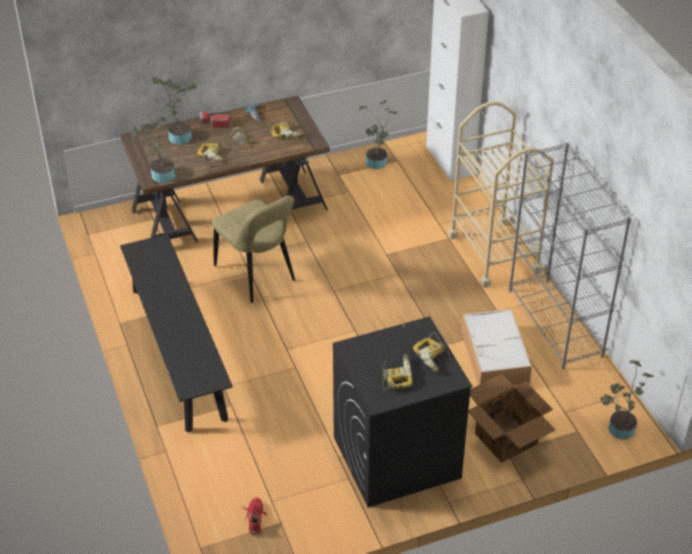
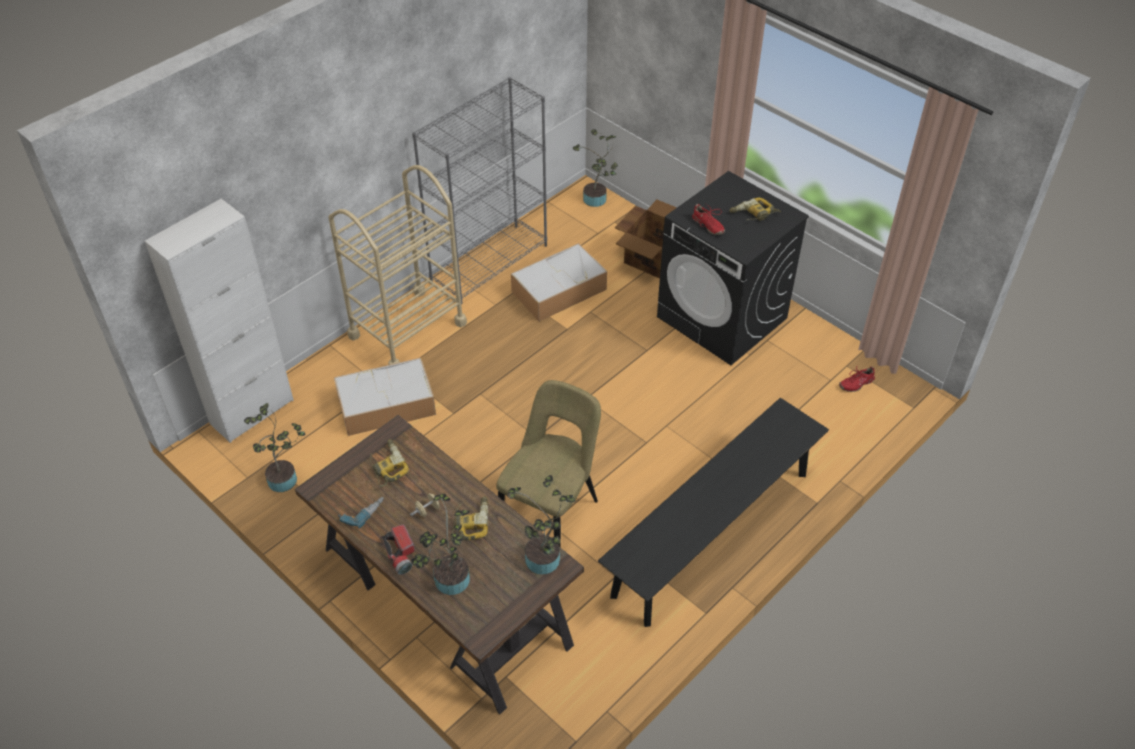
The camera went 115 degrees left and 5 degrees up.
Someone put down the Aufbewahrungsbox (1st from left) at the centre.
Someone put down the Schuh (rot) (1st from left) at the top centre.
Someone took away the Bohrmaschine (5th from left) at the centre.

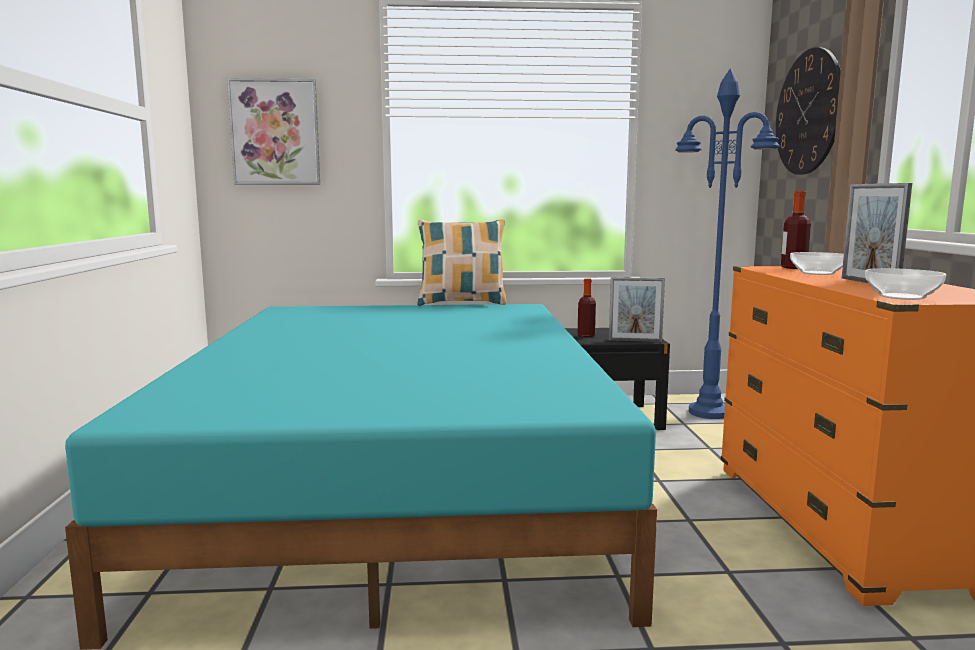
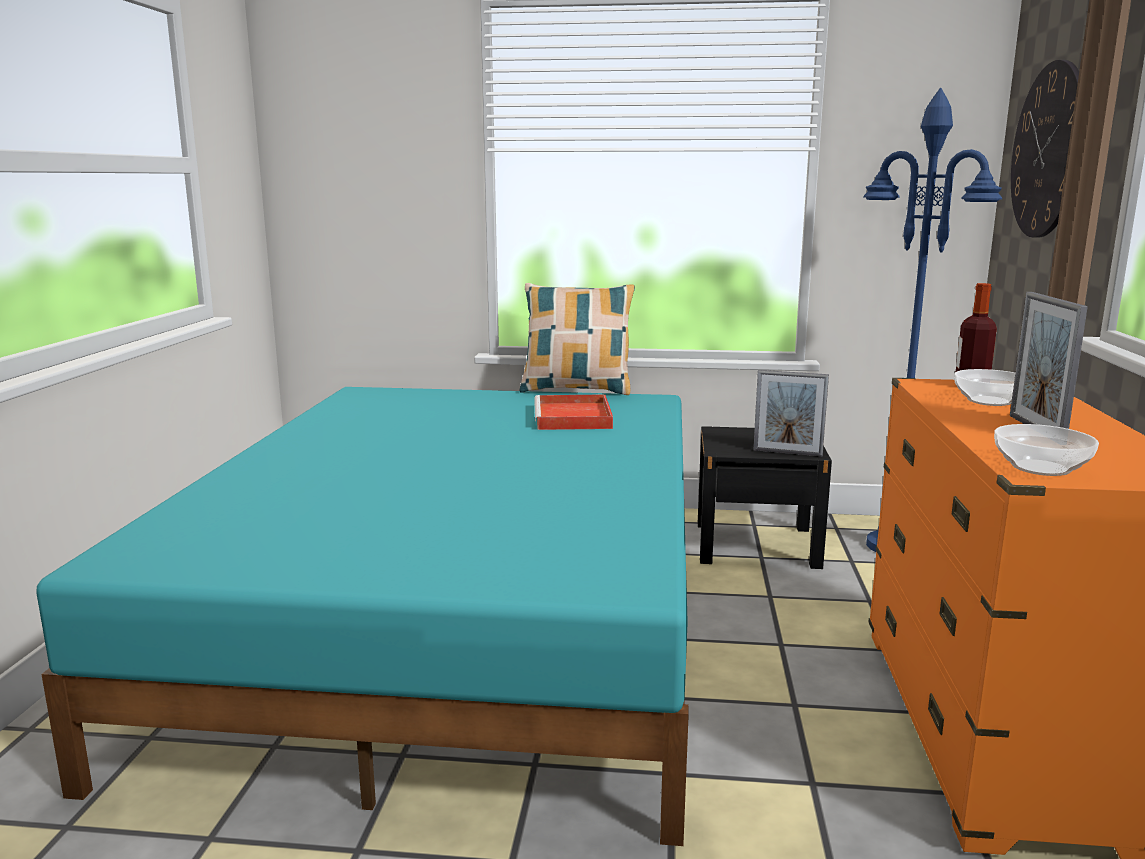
The camera went 10 degrees right and 5 degrees up.
Someone put down the Tablett (rot) at the centre.
Someone took away the Bild at the top left.
Someone took away the Flasche (1st from left) at the centre.

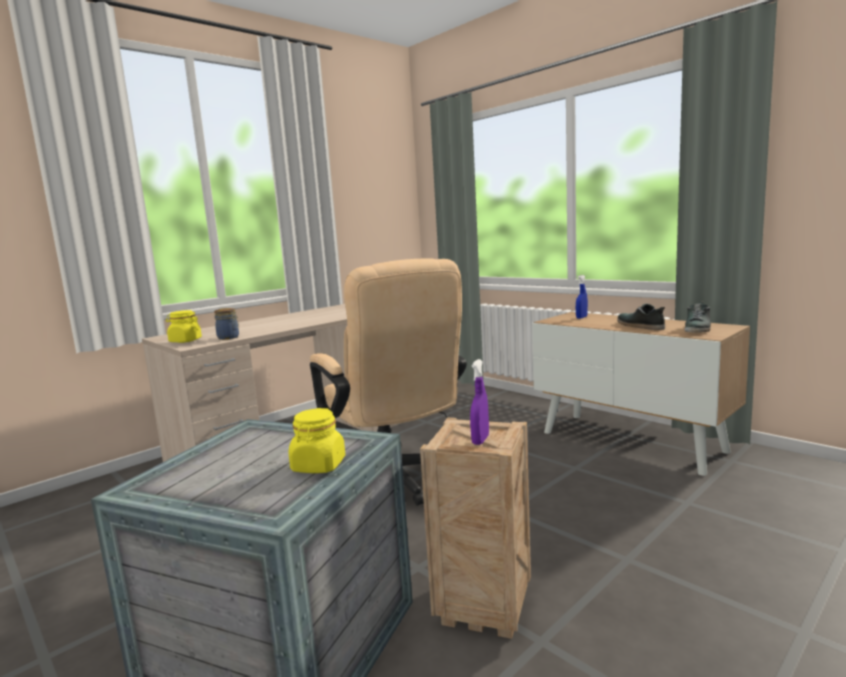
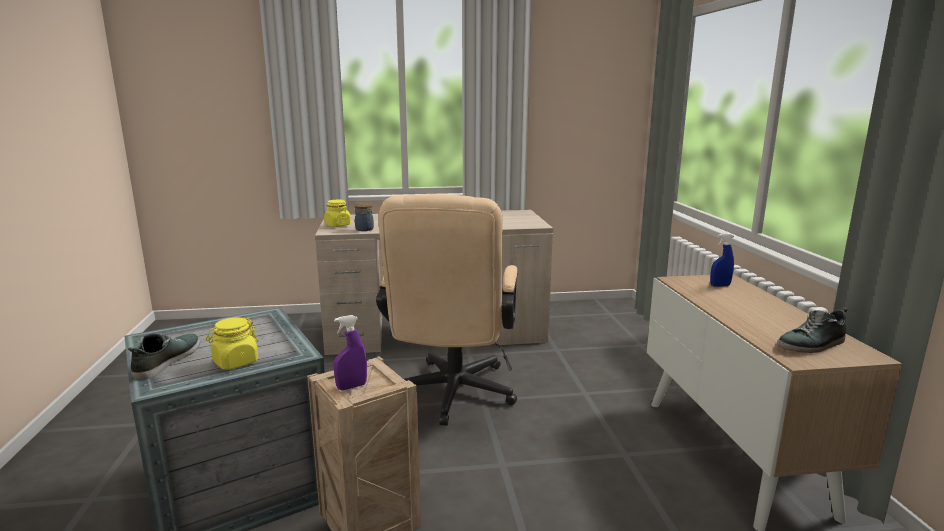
The camera went 35 degrees right and 5 degrees up.
Someone carried the Schuh (1st from left) from the middle right to the bottom left.

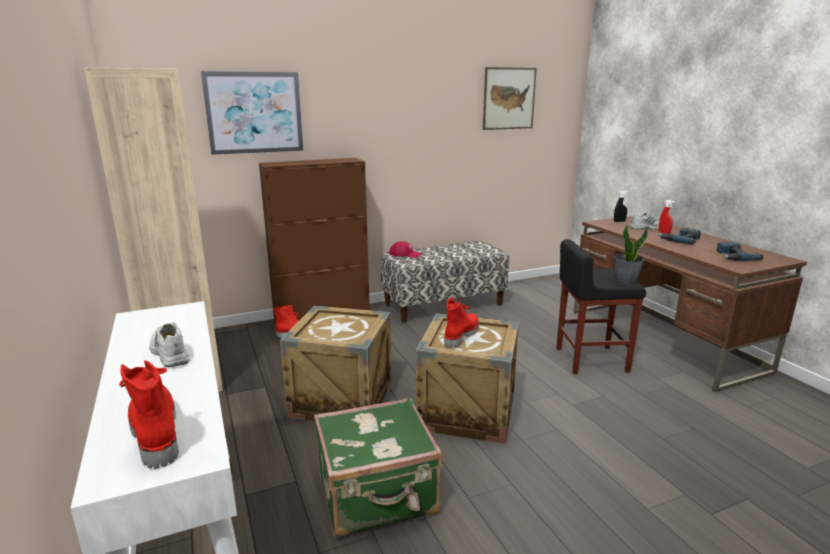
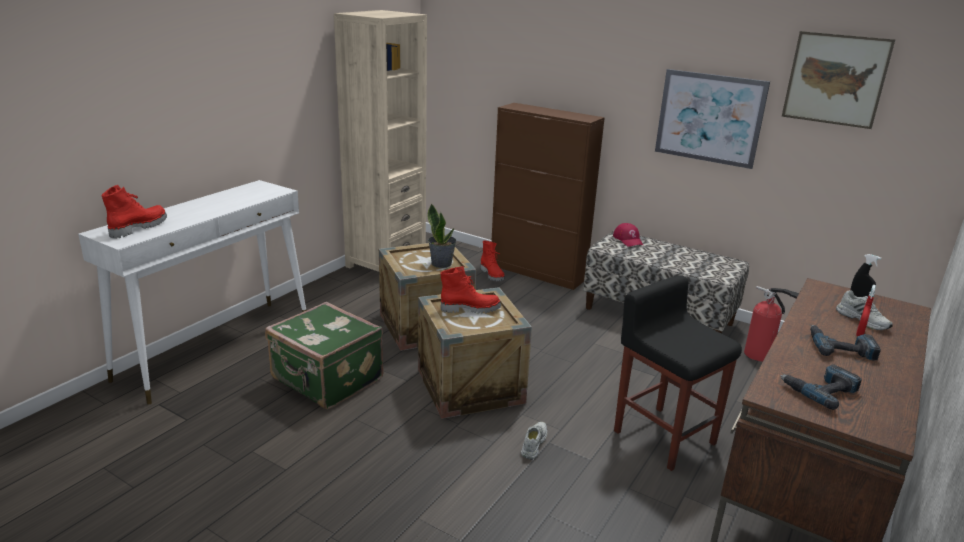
The camera went 55 degrees right and 5 degrees up.
Someone carried the Topfpflanze from the middle right to the centre.
Someone carried the Schuh (weiß) (1st from left) from the middle left to the bottom centre.
Someone carried the Bild (1st from left) from the top left to the top right.
Someone put down the Feuerlöscher at the middle right.

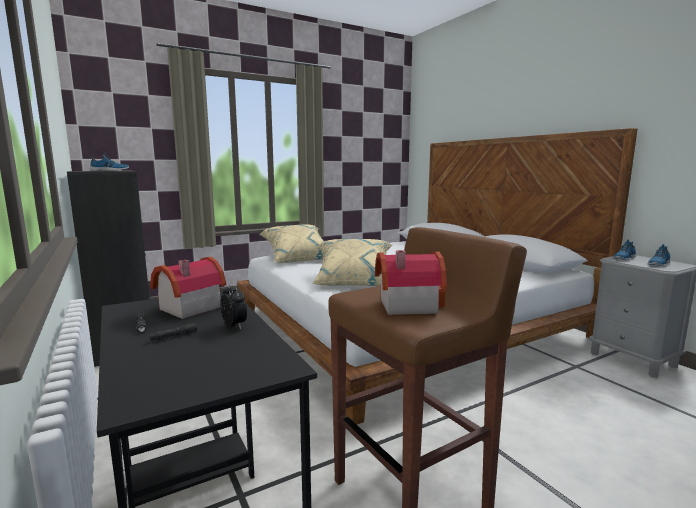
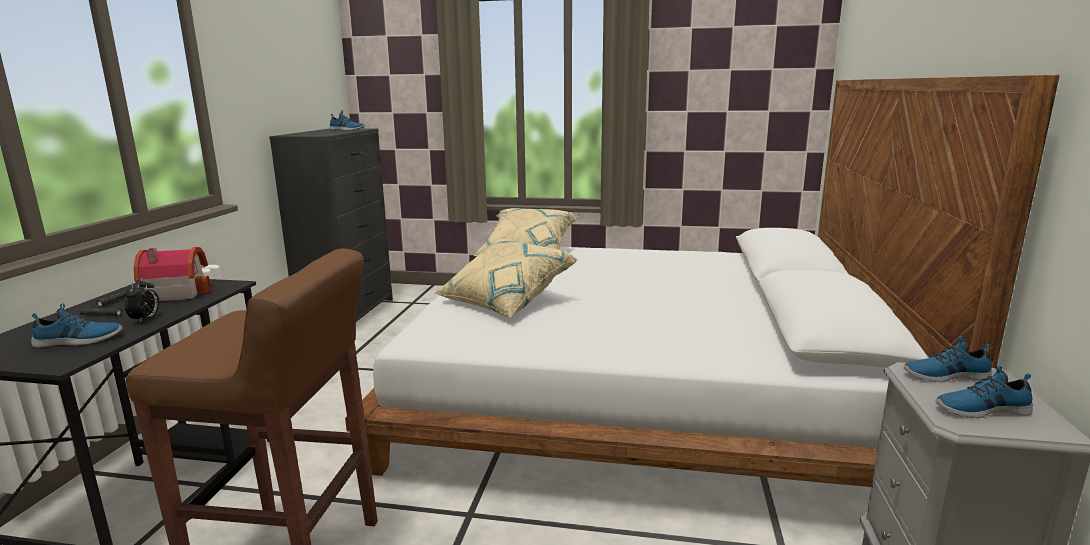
The camera went 40 degrees right and 5 degrees up.
Someone put down the Schuh (1st from left) at the middle left.
Someone took away the Spielzeughaus (2nd from left) at the centre.

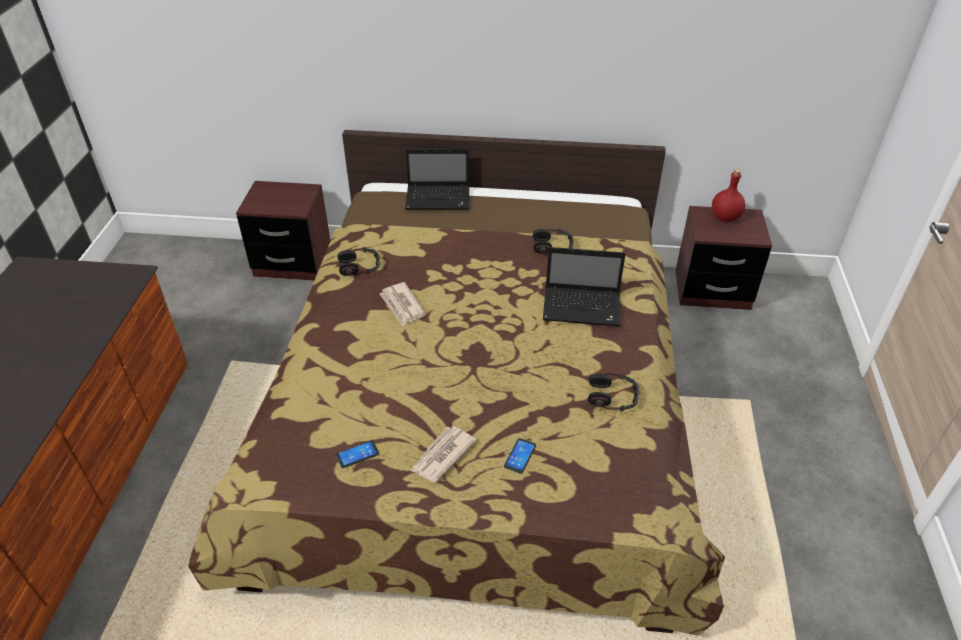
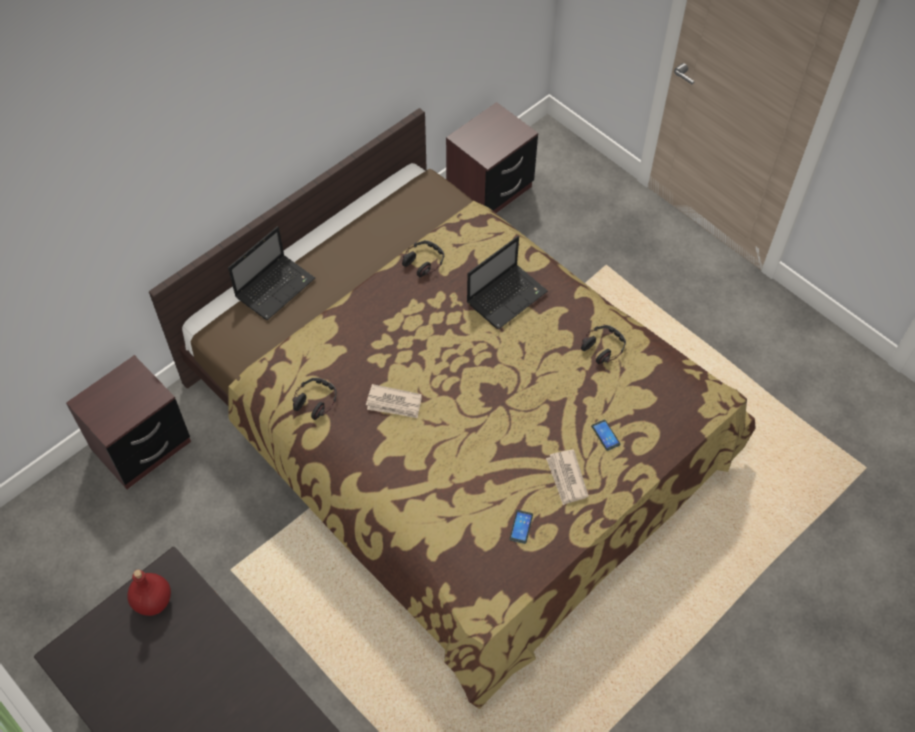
The camera went 50 degrees left and 15 degrees up.
Someone carried the Flasche (rot) from the top right to the bottom left.

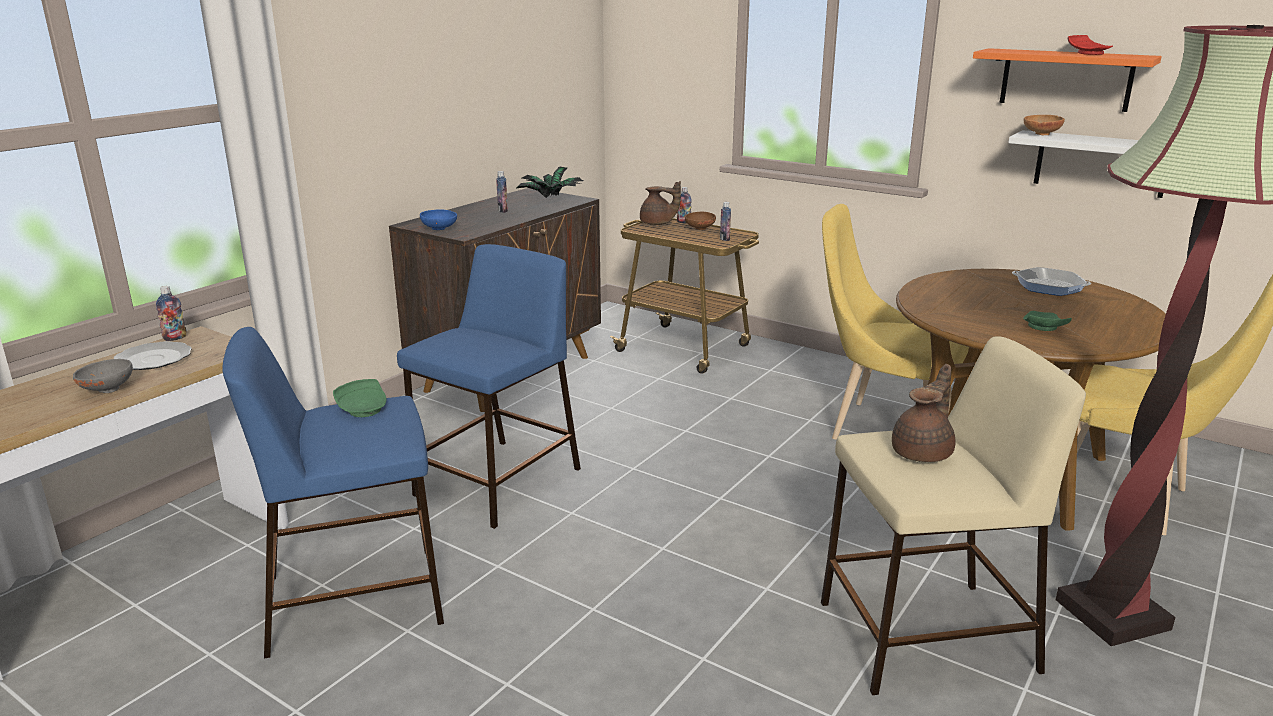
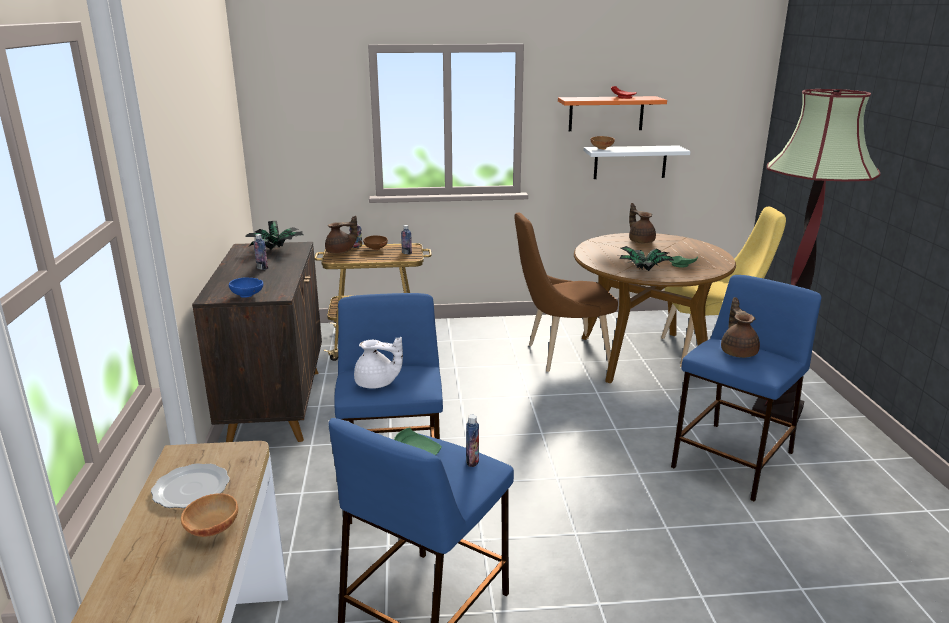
The camera went 40 degrees left and 0 degrees up.
Someone repainted the Schüssel (grau) at the middle left, which became the Schüssel (braun) (1st from left) at the bottom left.
Someone put down the Teekanne (weiß) at the centre.
Someone carried the Flasche (1st from left in the first image) from the middle left to the bottom centre.
Someone repainted the Stuhl (gelb) (1st from left) at the middle right, which became the Stuhl (braun) at the centre.
Someone put down the Topfpflanze (2nd from left) at the middle right.
Someone swapped the Pfanne at the middle right for the Teekanne (braun) (2nd from left) at the middle right.
Someone repainted the Hocker (beige) at the bottom right, which became the Hocker (blau) (3rd from left) at the middle right.

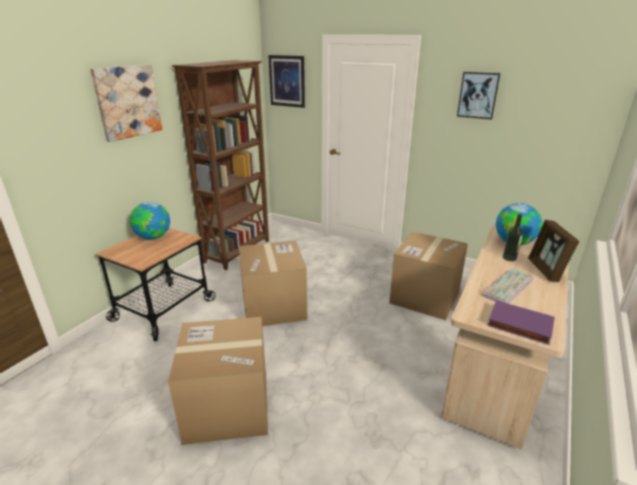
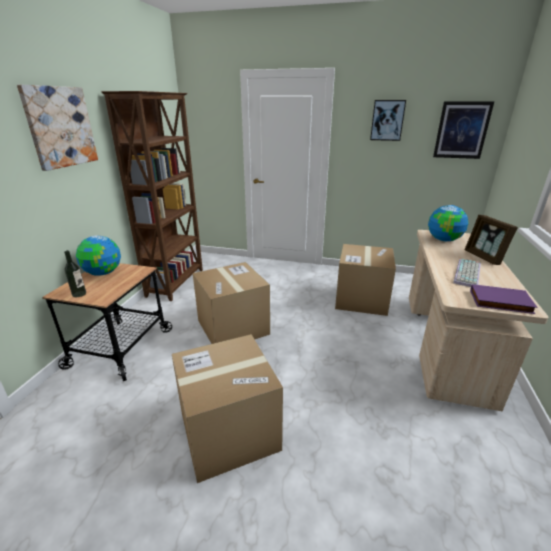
The camera went 15 degrees left and 0 degrees up.
Someone carried the Flasche from the middle right to the middle left.
Someone carried the Bild (2nd from left in the first image) from the top centre to the top right.

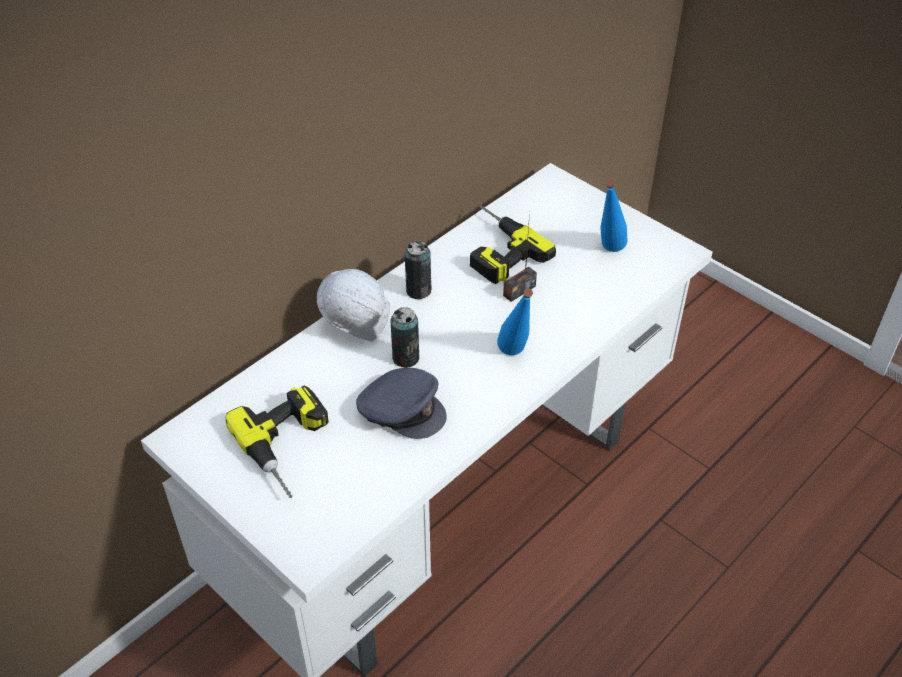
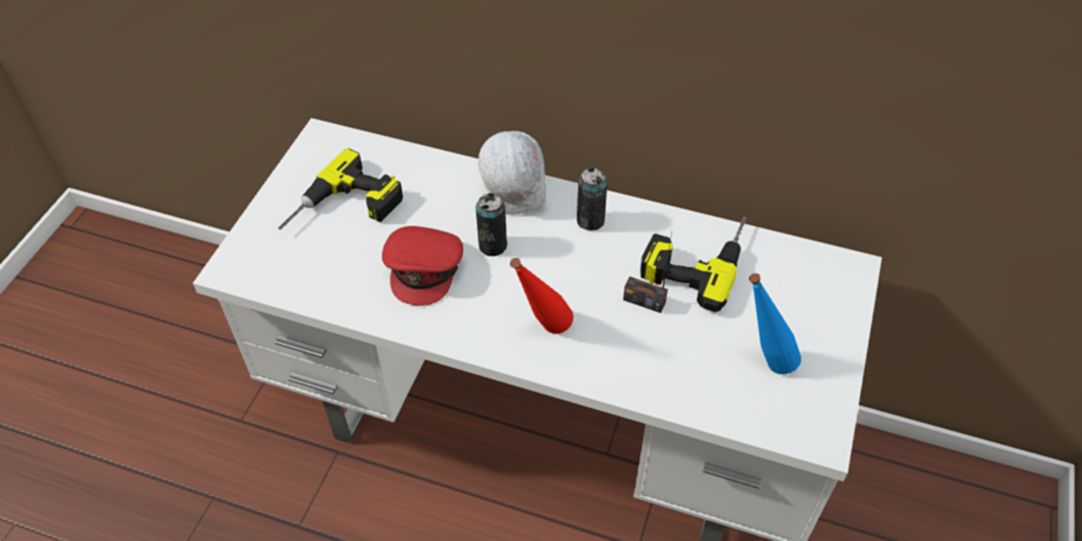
The camera went 65 degrees right and 5 degrees up.
Someone repainted the Kappe (grau) at the centre, which became the Kappe (rot) at the centre.
Someone repainted the Flasche (blau) (1st from left) at the centre, which became the Flasche (rot) at the centre.

